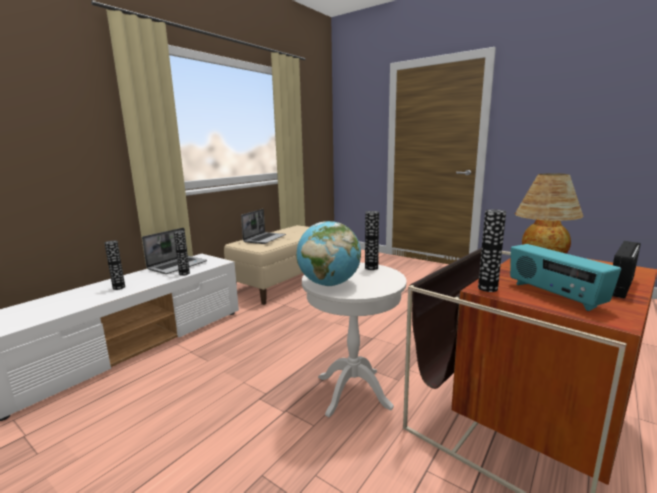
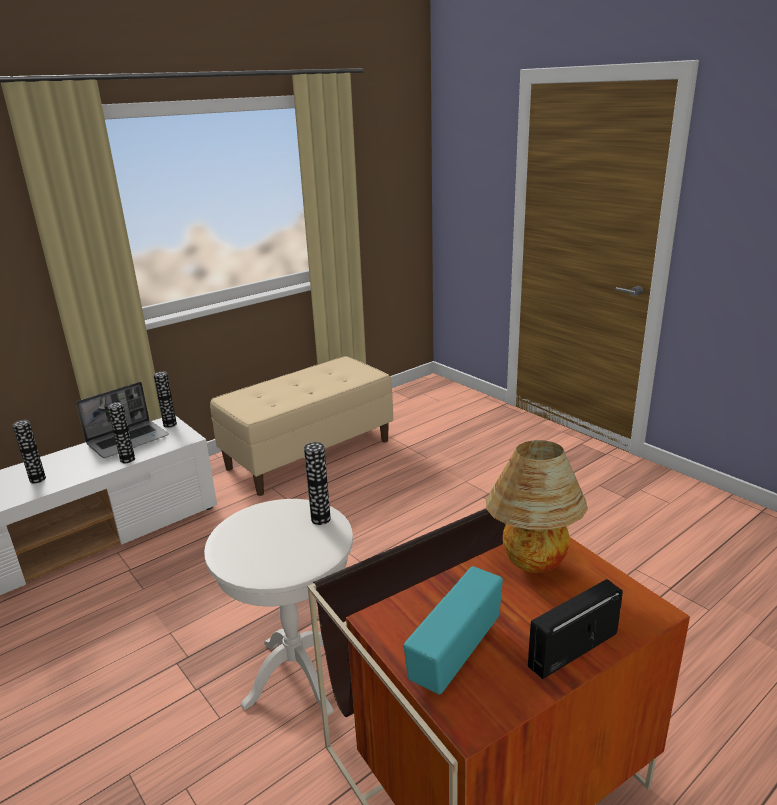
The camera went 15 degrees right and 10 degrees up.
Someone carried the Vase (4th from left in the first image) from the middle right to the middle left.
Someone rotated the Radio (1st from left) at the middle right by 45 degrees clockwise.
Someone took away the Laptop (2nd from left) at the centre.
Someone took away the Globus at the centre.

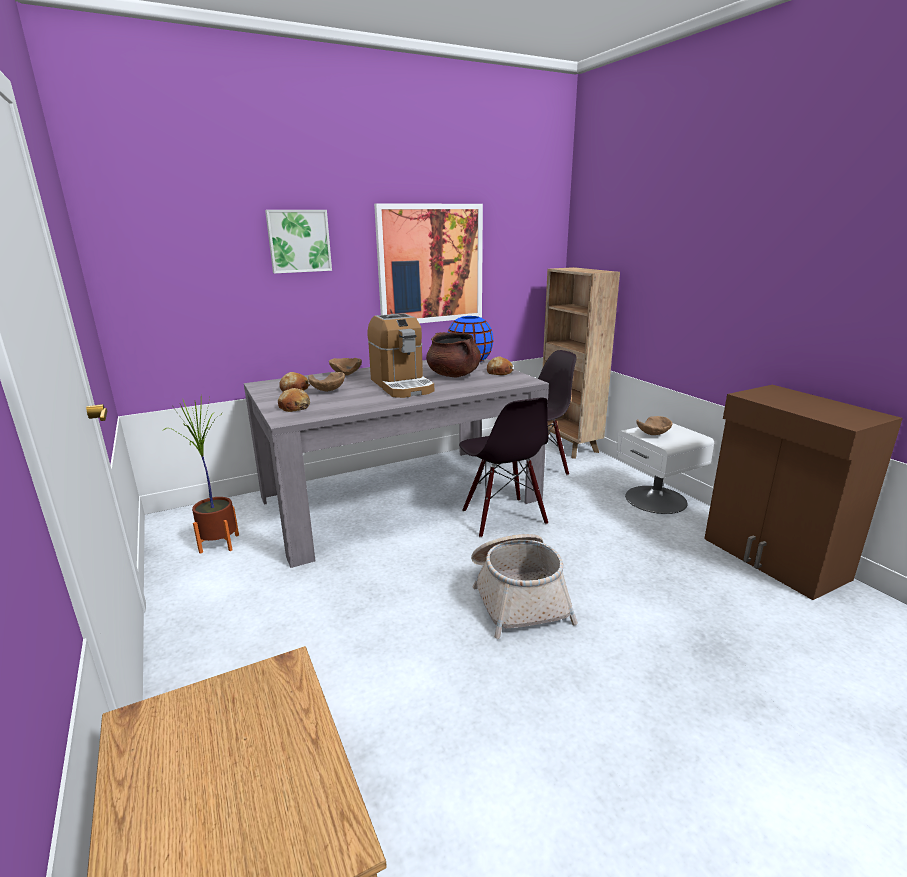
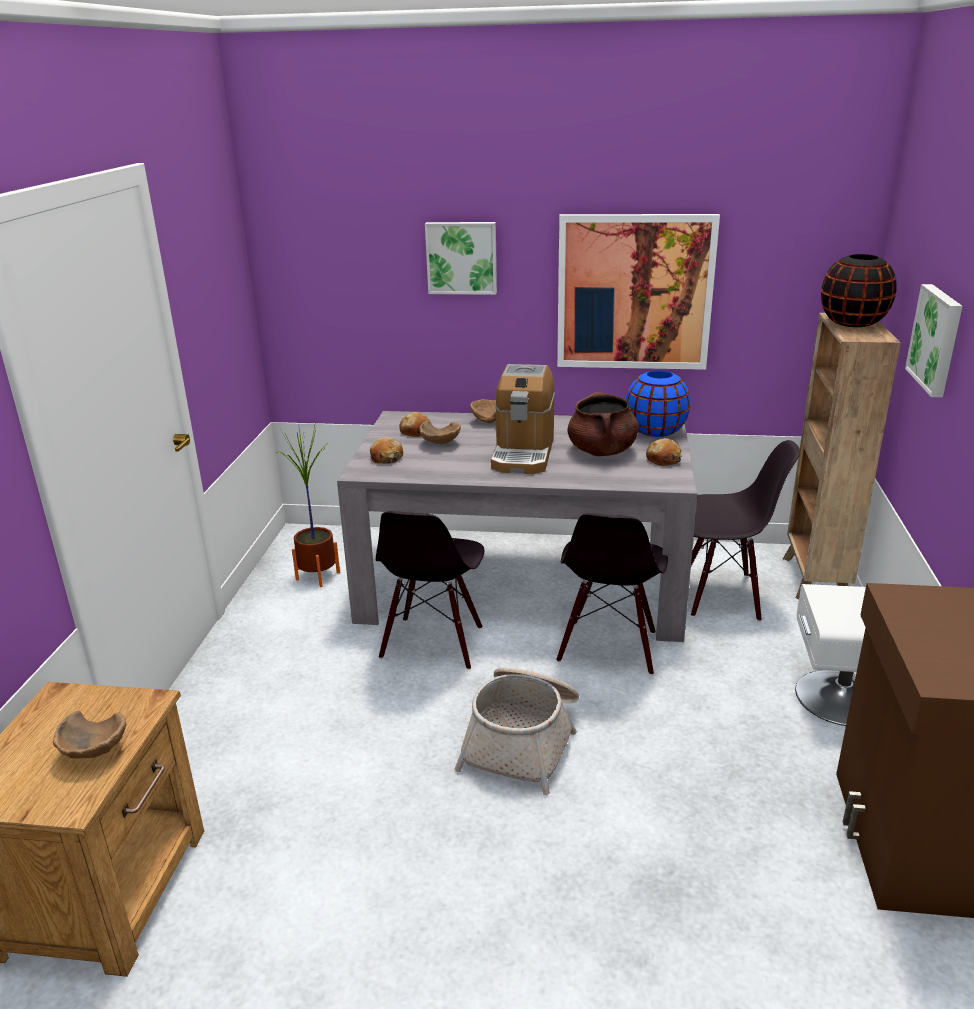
The camera went 35 degrees right and 5 degrees up.
Someone carried the Schüssel (braun) (3rd from left in the first image) from the middle right to the bottom left.
Someone put down the Stuhl (schwarz) (1st from left) at the centre.
Someone put down the Vase (schwarz) at the top right.
Someone put up the Bild (3rd from left) at the middle right.

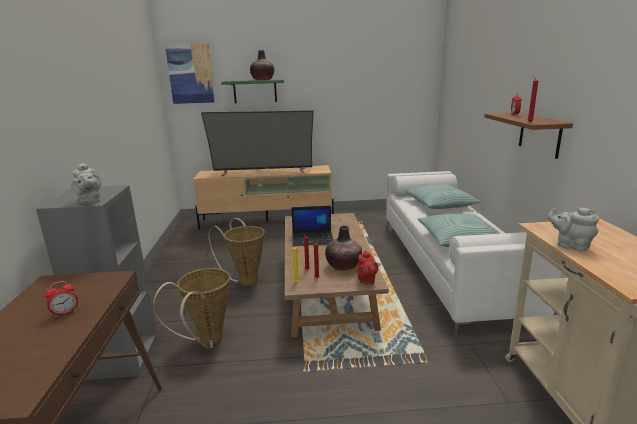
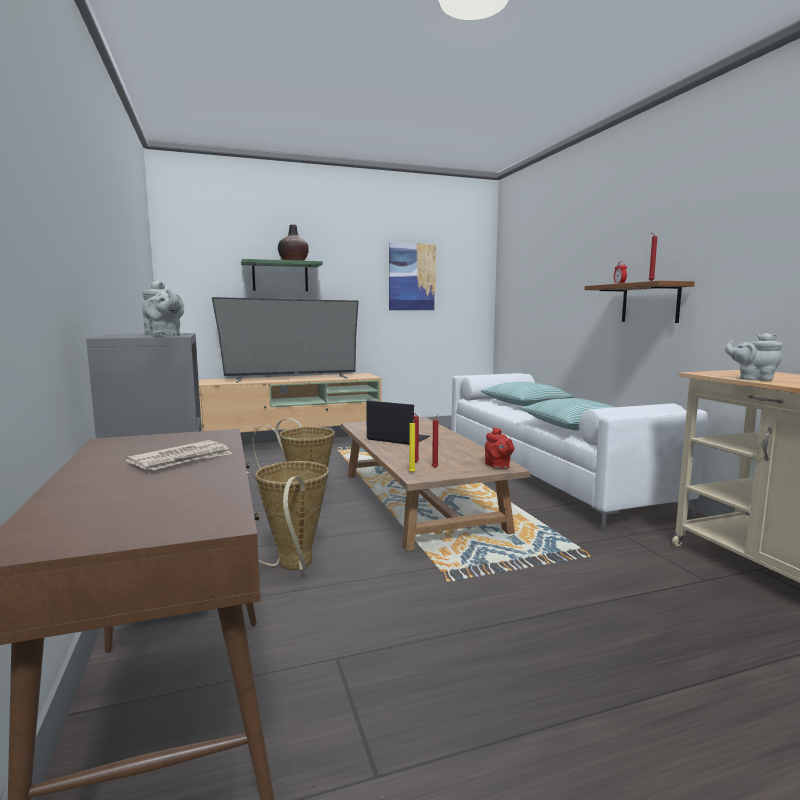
The camera went 15 degrees left and 10 degrees down.
Someone swapped the Wecker (1st from left) at the bottom left for the Zeitung at the middle left.
Someone rotated the Laptop at the centre by 135 degrees counterclockwise.
Someone carried the Bild from the top left to the centre.
Someone took away the Vase (2nd from left) at the centre.

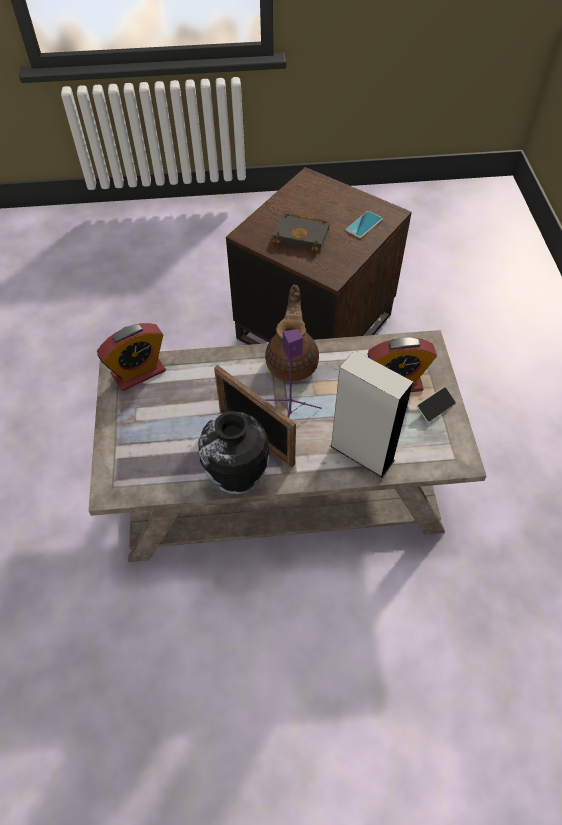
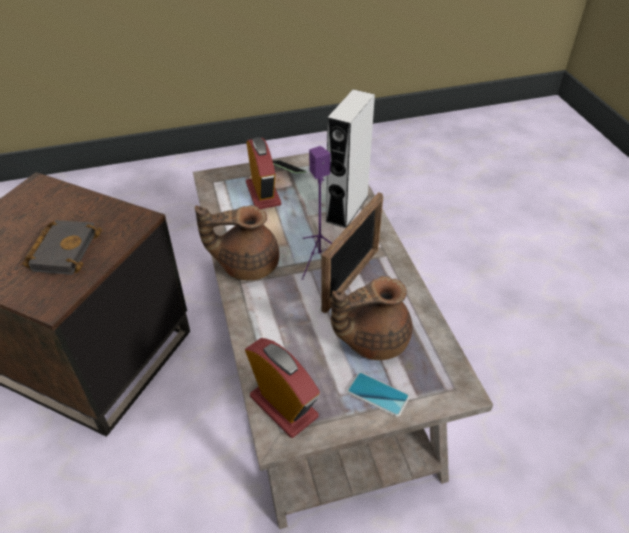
The camera went 100 degrees left and 10 degrees down.
Someone put down the Teekanne (braun) (2nd from left) at the centre.
Someone carried the Handy (1st from left in the first image) from the top centre to the bottom centre.
Someone took away the Vase at the centre.

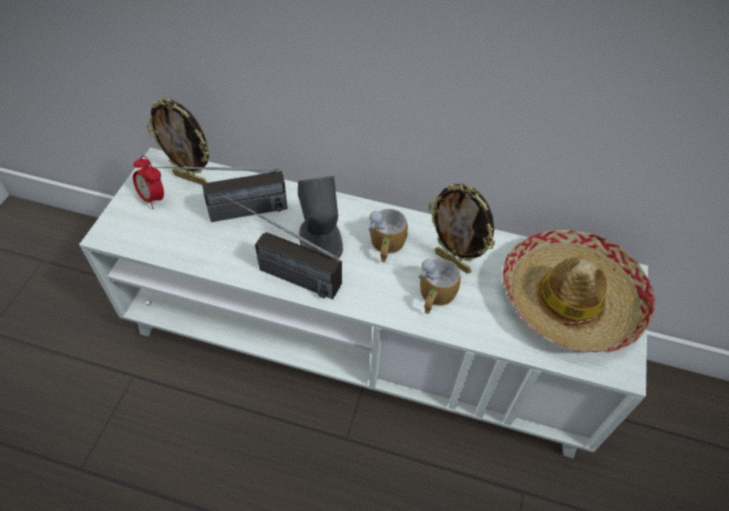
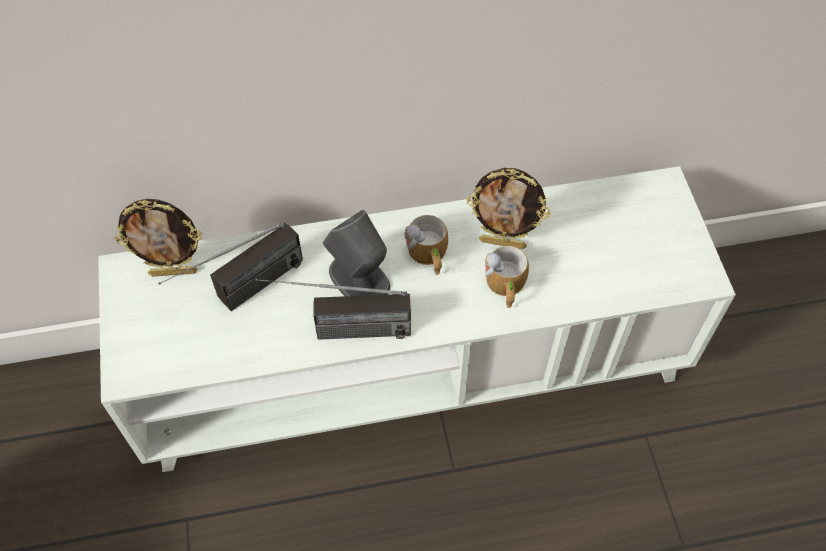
The camera went 25 degrees left and 5 degrees up.
Someone took away the Wecker at the middle left.
Someone took away the Hut at the middle right.

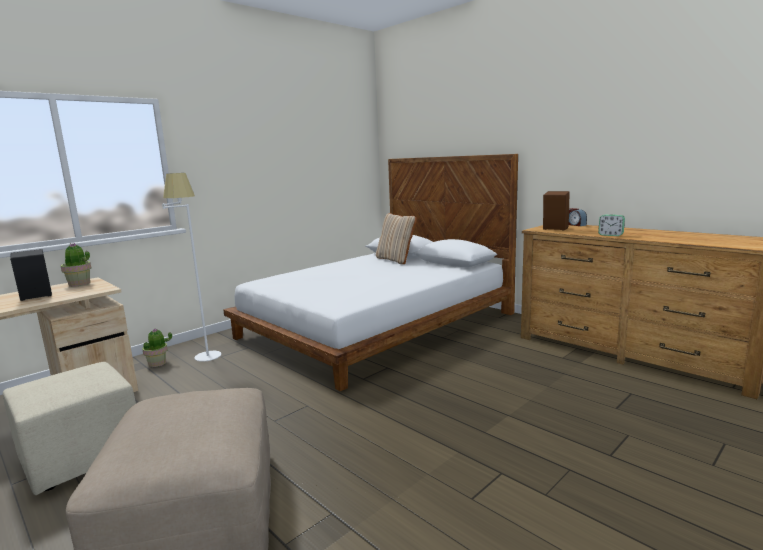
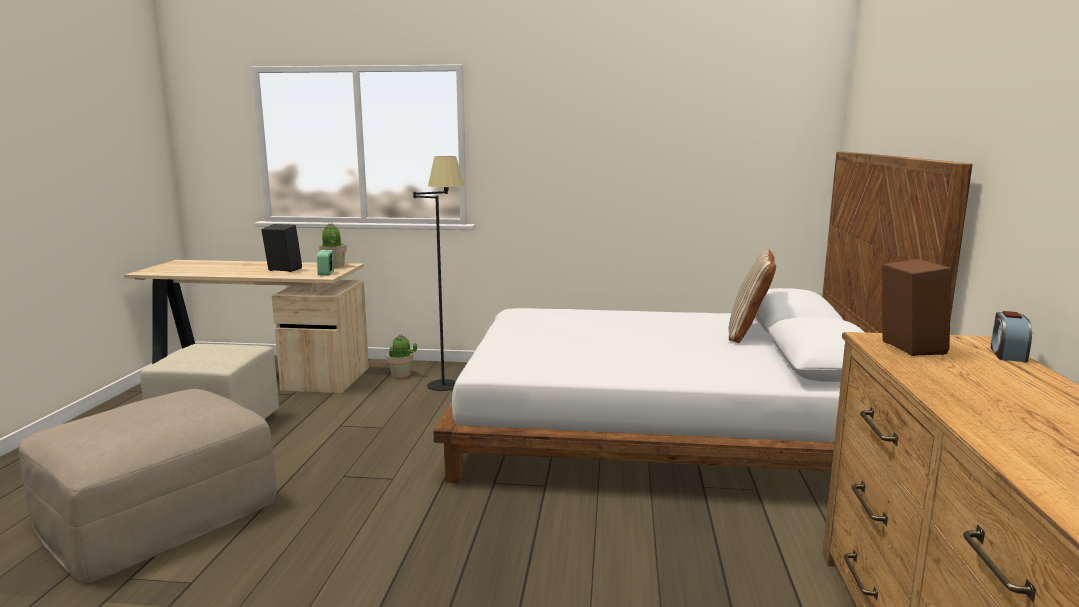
The camera went 50 degrees right and 0 degrees up.
Someone carried the Wecker (2nd from left in the first image) from the middle right to the middle left.
Someone repainted the Stehlampe (weiß) at the middle left, which became the Stehlampe (schwarz) at the centre.

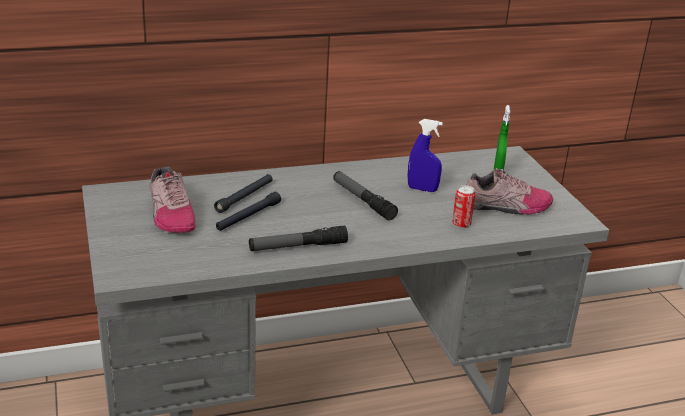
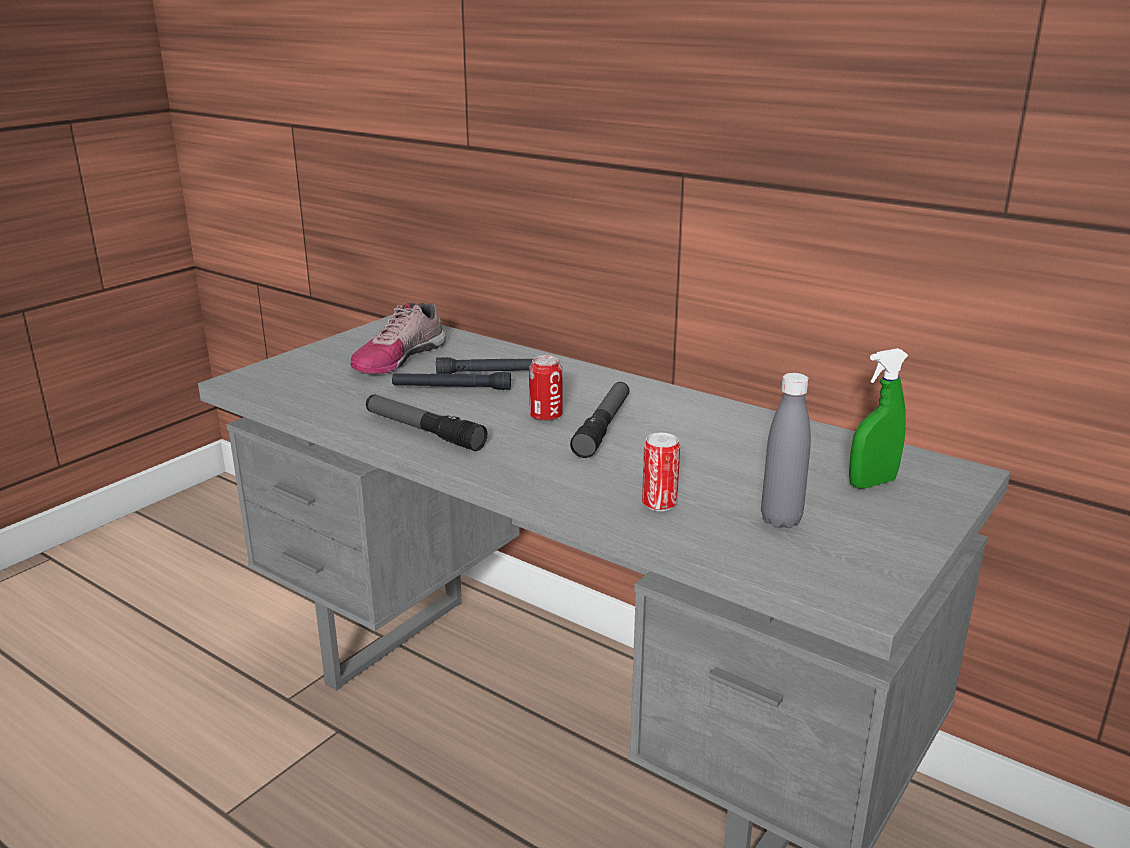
The camera went 55 degrees right and 5 degrees down.
Someone put down the Dose (1st from left) at the centre.
Someone swapped the Schuh (2nd from left) at the middle right for the Flasche (grau) at the middle right.
Someone took away the Sprühflasche (blau) at the centre.

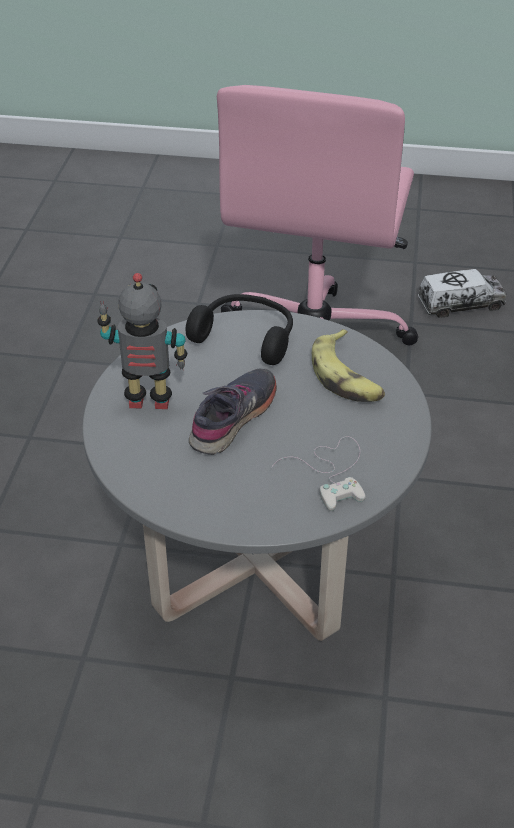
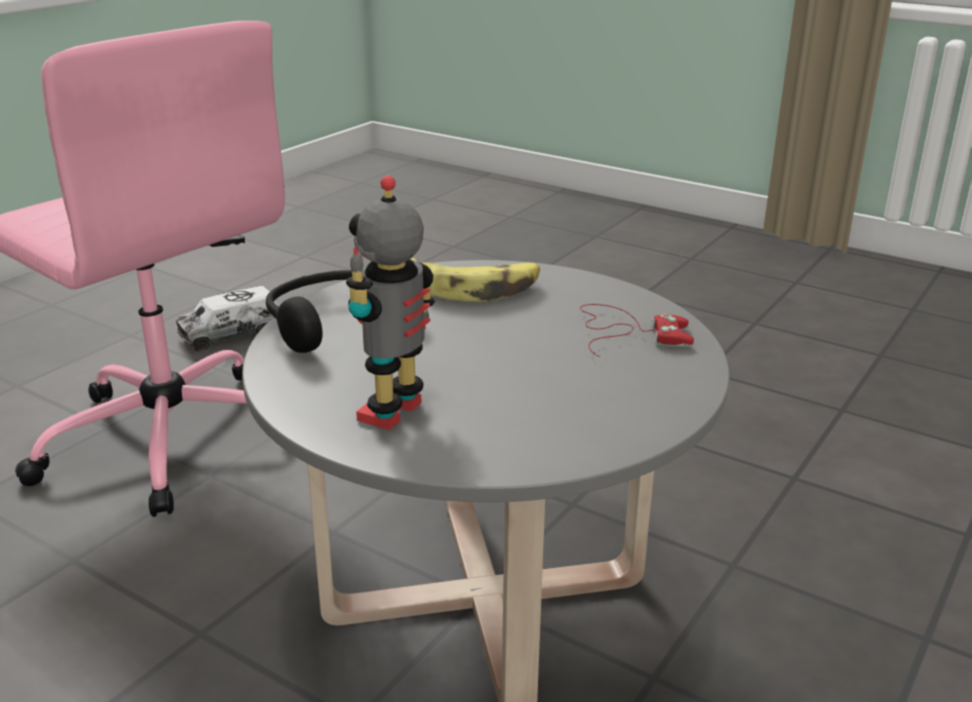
The camera went 65 degrees left and 15 degrees down.
Someone rotated the Spielzeuglaster at the middle right by 135 degrees counterclockwise.
Someone repainted the Gamepad (weiß) at the centre, which became the Gamepad (rot) at the centre.
Someone took away the Schuh (grau) at the centre.

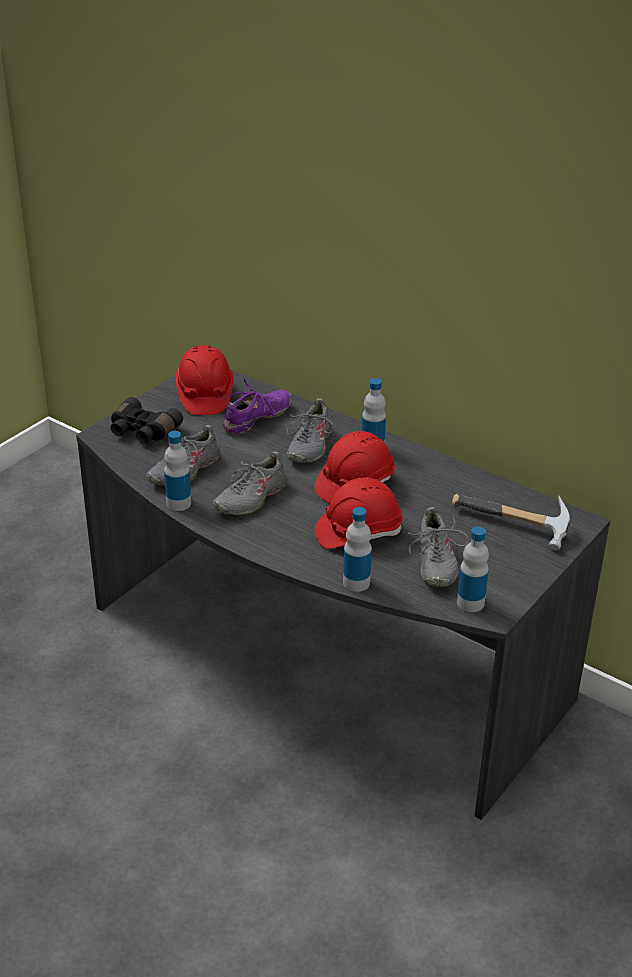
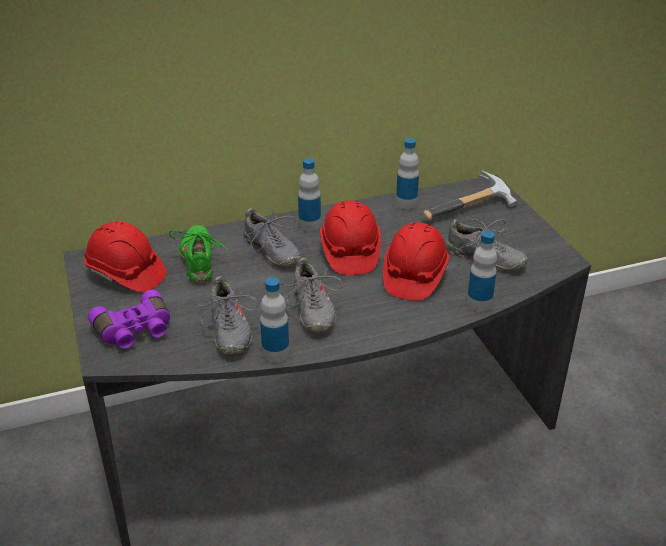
The camera went 55 degrees left and 0 degrees up.
Someone repainted the Fernglas (schwarz) at the middle left, which became the Fernglas (lila) at the middle left.
Someone repainted the Schuh (lila) at the centre, which became the Schuh (grün) at the middle left.
Someone carried the Flasche (4th from left in the first image) from the middle right to the top centre.

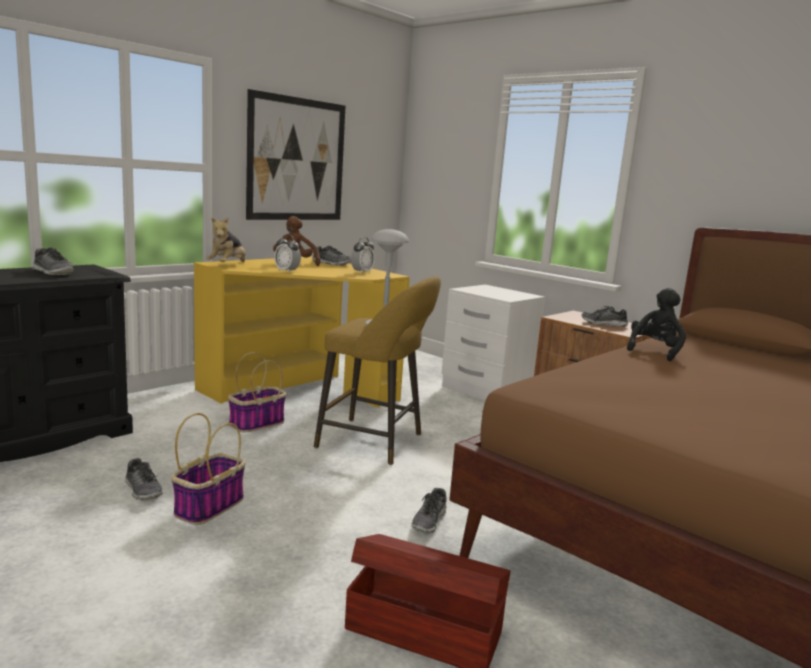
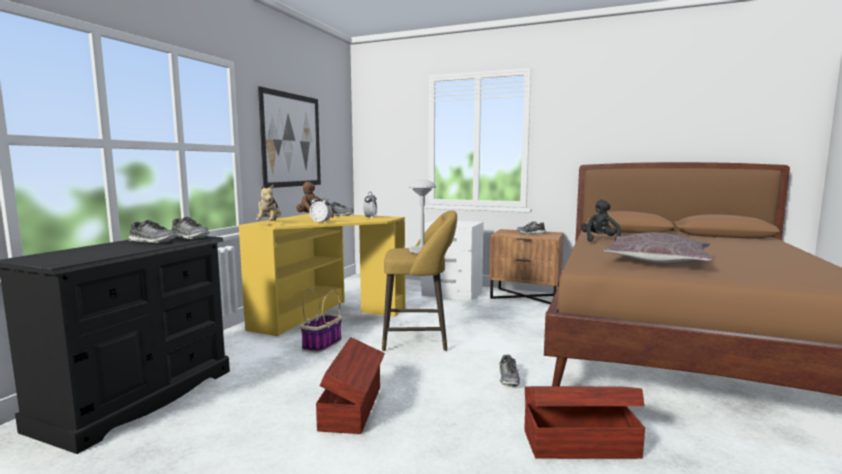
The camera went 20 degrees left and 5 degrees down.
Someone carried the Schuh (2nd from left) from the bottom left to the middle left.
Someone swapped the Korb (1st from left) at the bottom left for the Aufbewahrungsbox (braun) (1st from left) at the bottom centre.
Someone put down the Kissen (grau) at the middle right.

